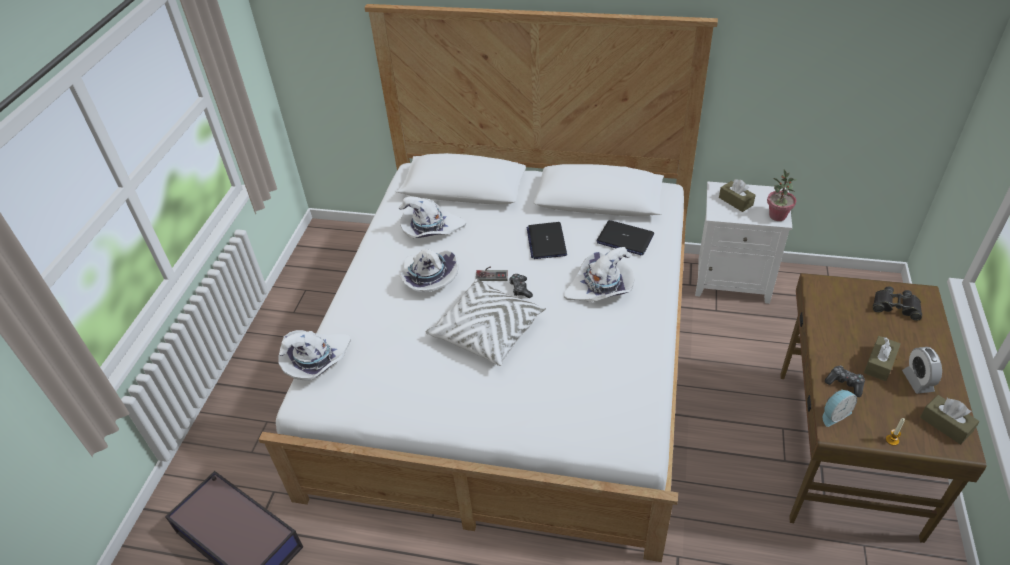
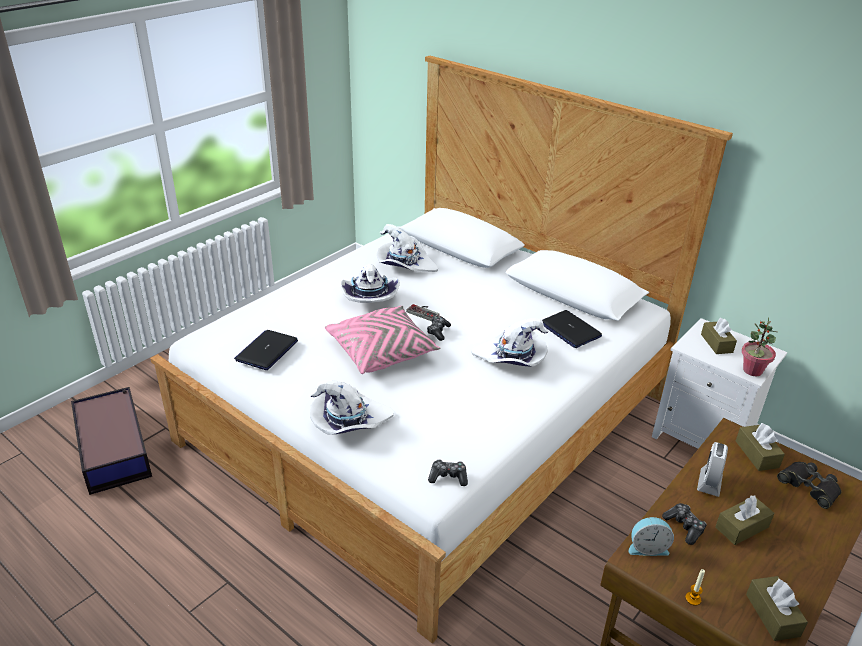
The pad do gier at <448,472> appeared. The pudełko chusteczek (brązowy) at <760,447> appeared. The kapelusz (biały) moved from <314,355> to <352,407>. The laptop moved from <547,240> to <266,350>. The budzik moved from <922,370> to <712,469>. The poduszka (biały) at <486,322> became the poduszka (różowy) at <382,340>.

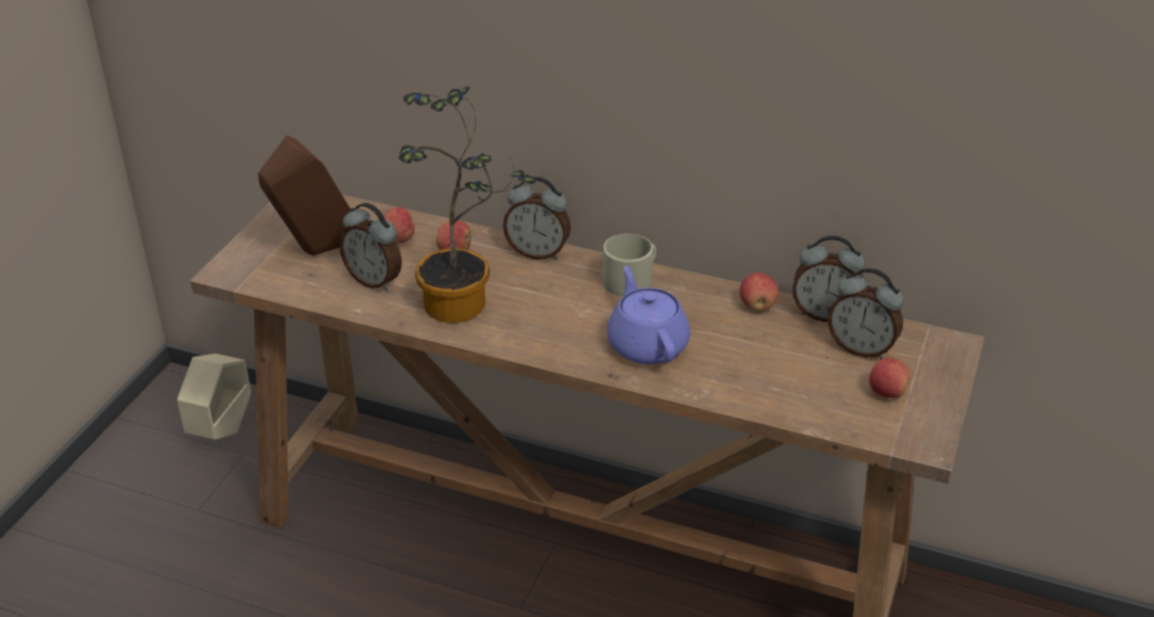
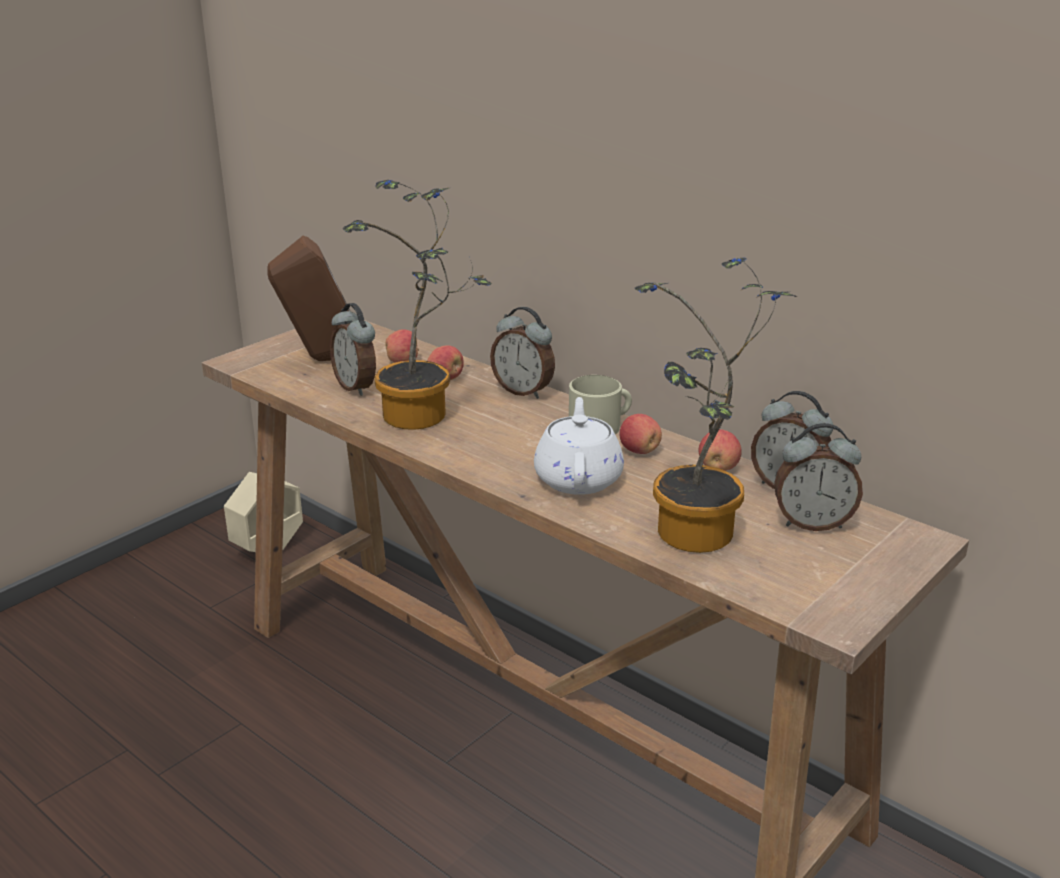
The roślina doniczkowa at <716,405> appeared. The jabłko moved from <890,378> to <640,434>. The imbryk (fioletowy) at <648,315> became the imbryk (biały) at <579,446>. The budzik at <865,313> turned 45 degrees counterclockwise.

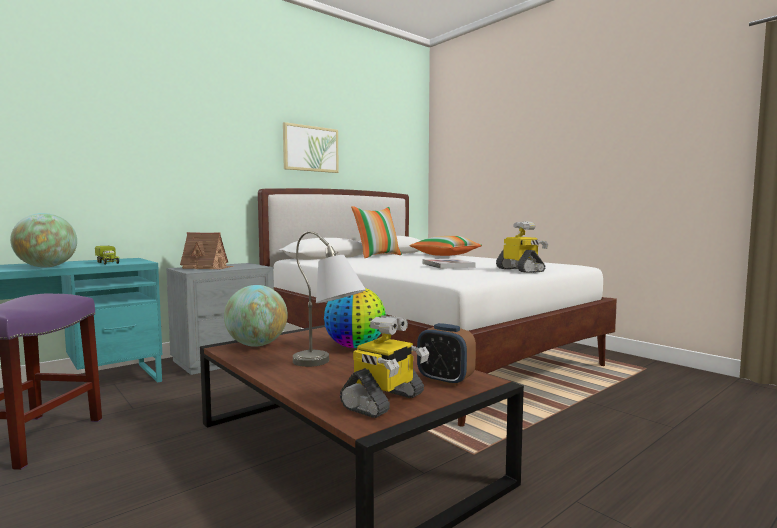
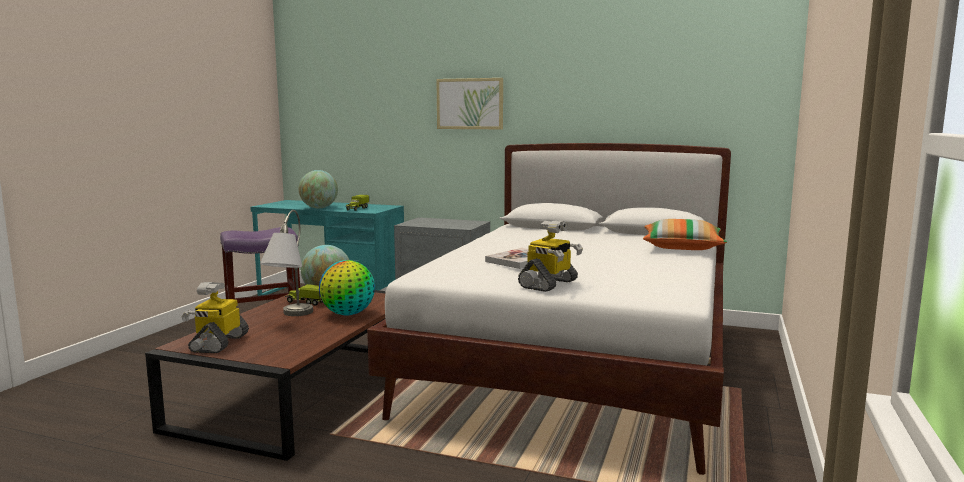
The domek at <206,250> disappeared. The poduszka at <376,232> disappeared. The budzik at <446,354> disappeared. The ciężarówka zabawkowa at <304,295> appeared. The obraz moved from <311,147> to <469,103>. The robot zabawkowy at <384,366> turned 90 degrees clockwise.

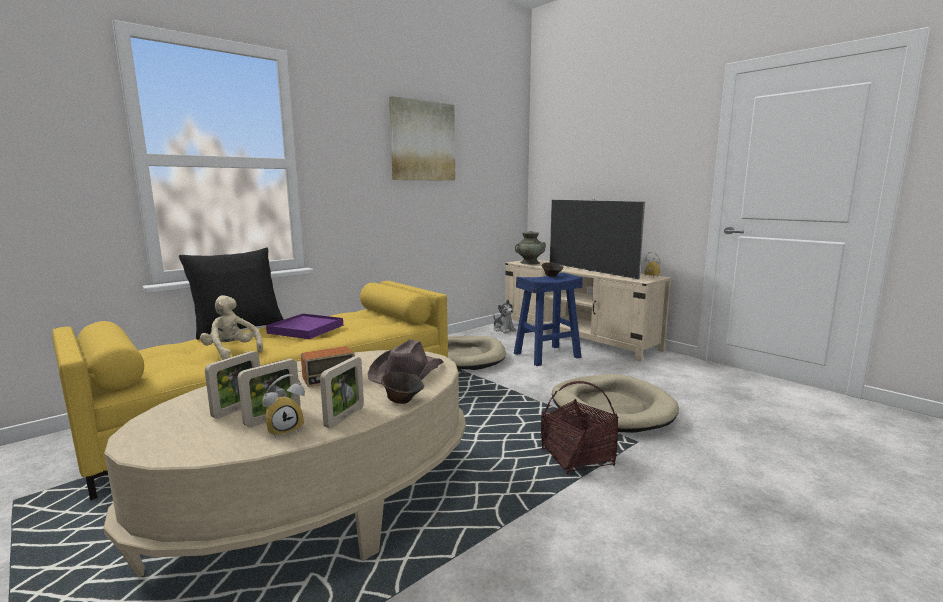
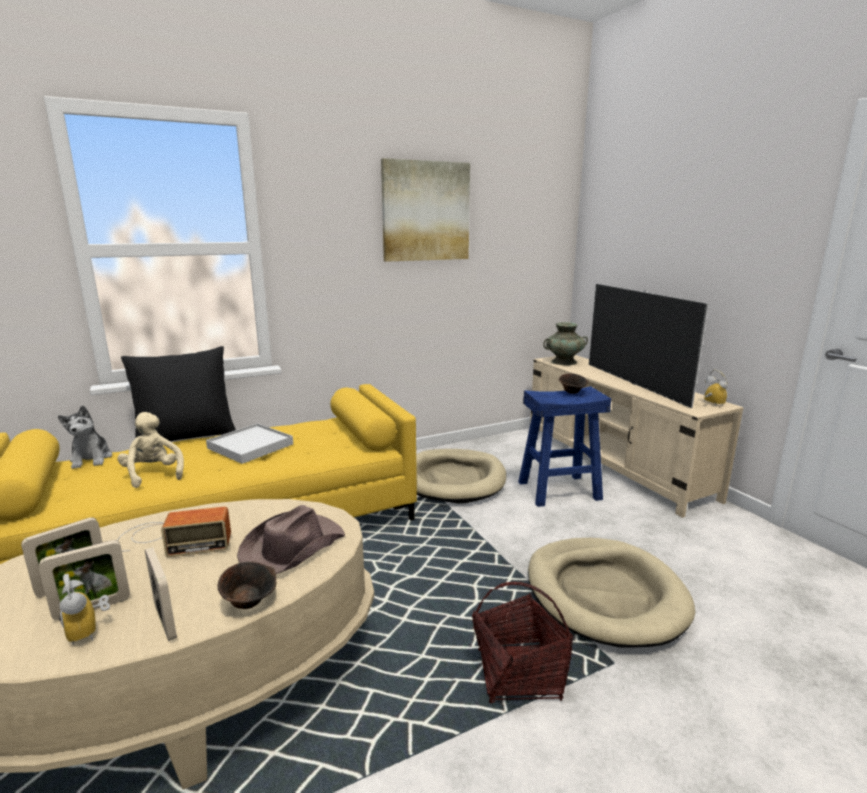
The pluszak moved from <504,316> to <85,437>. The taca (fioletowy) at <304,326> became the taca (biały) at <249,443>. The budzik at <284,406> turned 75 degrees clockwise. The ramka na zdjęcie at <342,392> turned 75 degrees counterclockwise.

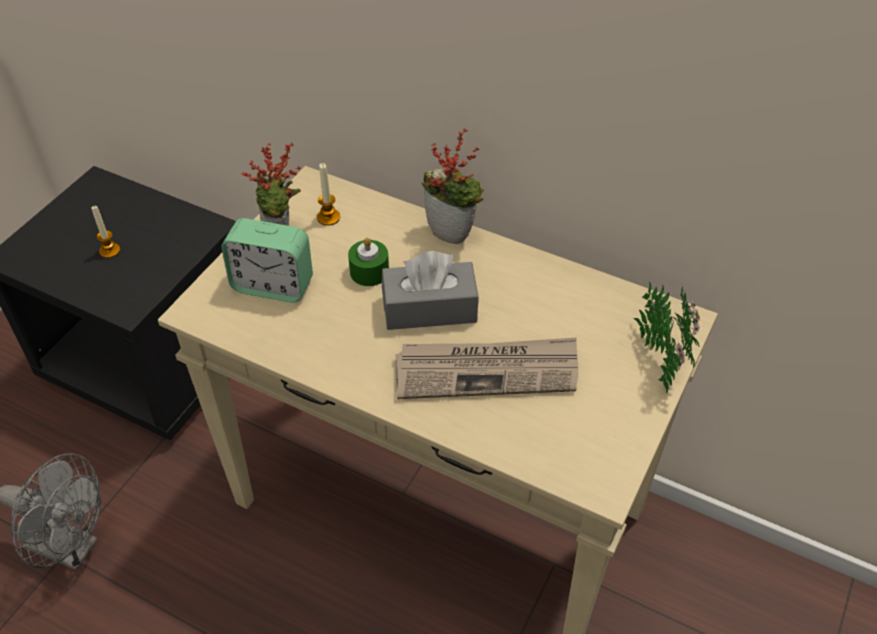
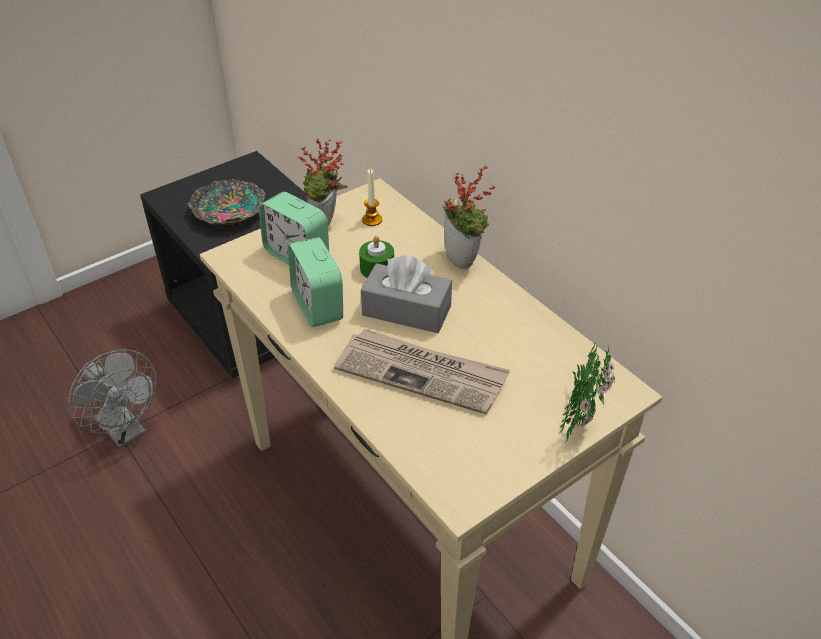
The budzik at <315,282> appeared. The świeca at <105,231> was replaced by the miska at <226,203>.

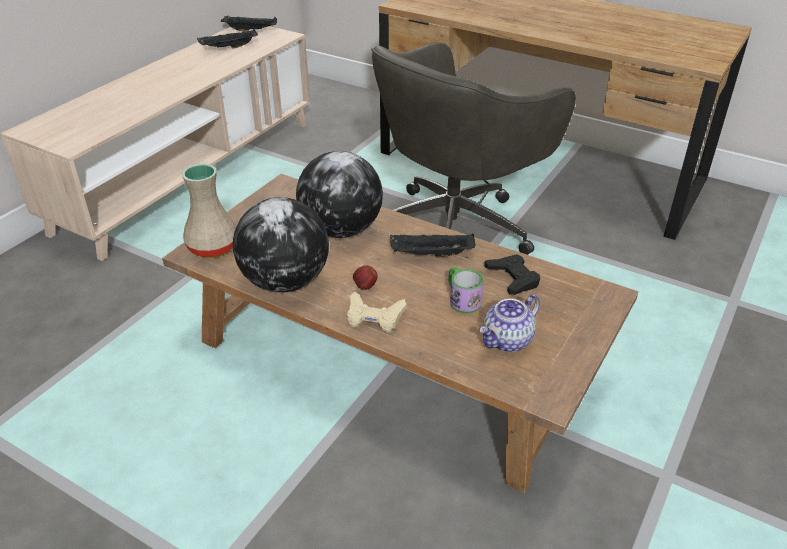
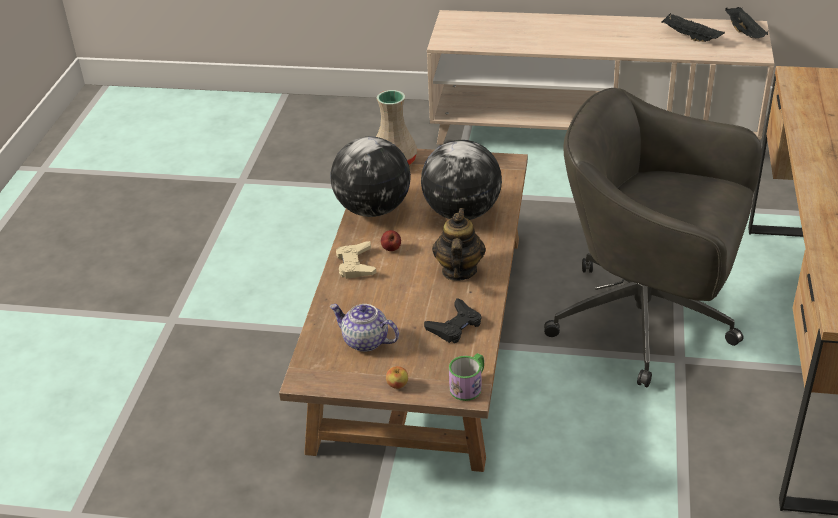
The jabłko at <397,377> appeared. The kubek moved from <466,290> to <466,377>. The taca (czarny) at <433,245> was replaced by the imbryk at <459,244>.

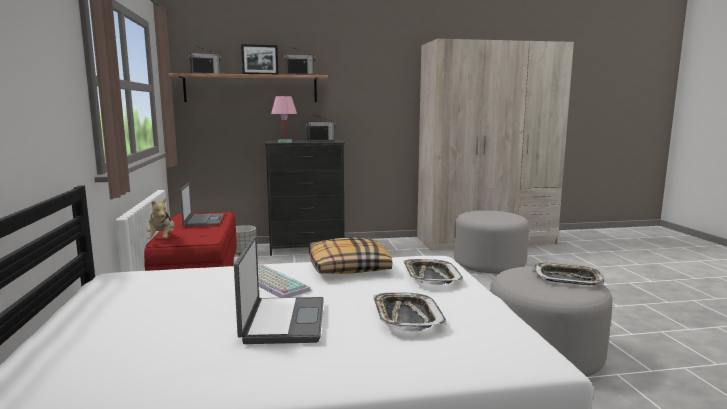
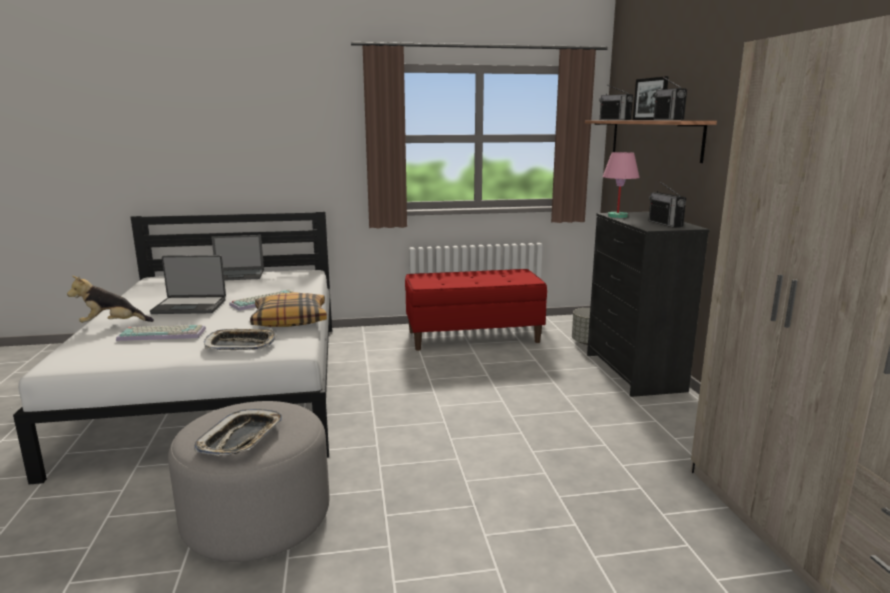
The pufa (szary) at <491,242> disappeared. The pluszak moved from <161,218> to <110,299>. The laptop moved from <202,204> to <237,258>. The taca at <409,312> was replaced by the klawiatura at <161,333>.

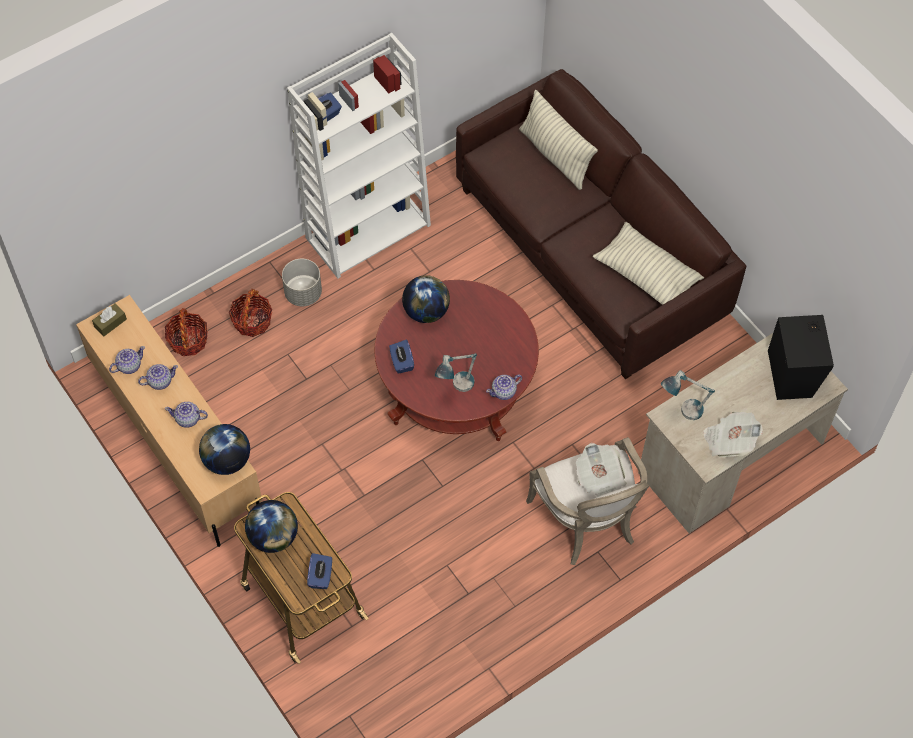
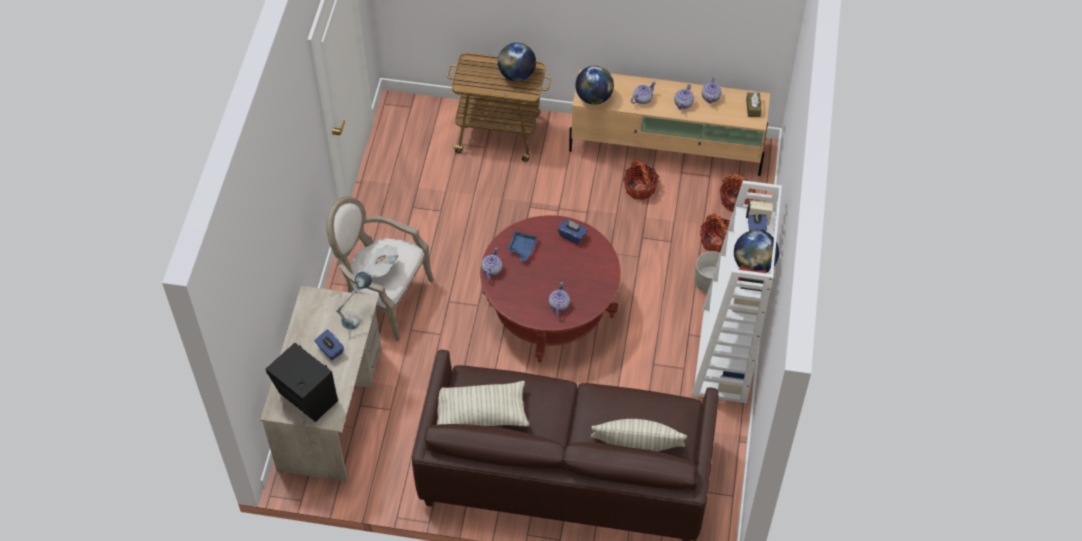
The gazeta at <733,434> disappeared. The imbryk at <559,298> appeared. The koszyk at <641,180> appeared. The pudełko chusteczek (niebieski) moved from <319,571> to <329,344>. The globus moved from <426,299> to <756,251>. The lampa stołowa at <456,372> was replaced by the taca (niebieski) at <522,246>.

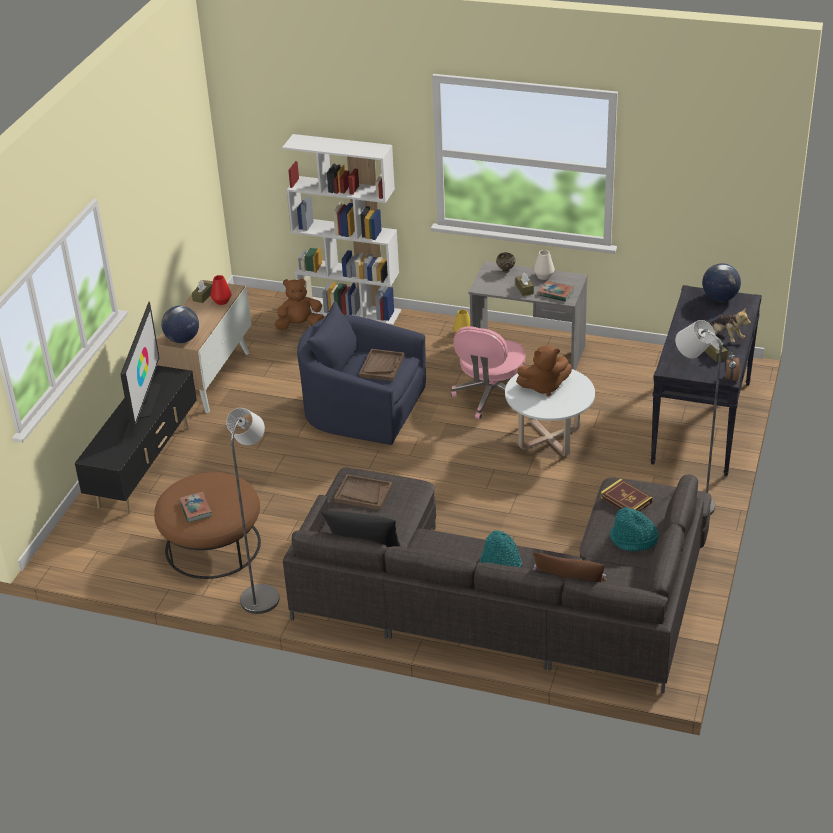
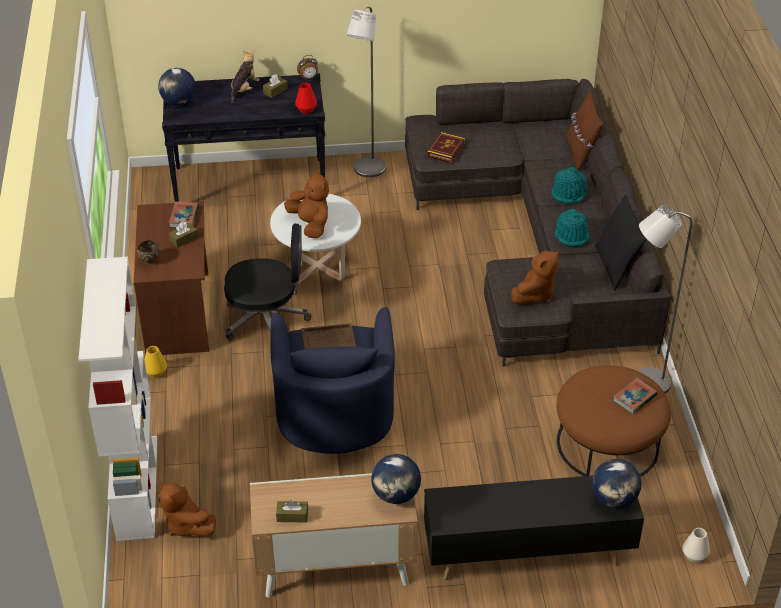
The telewizor at <140,367> disappeared. The globus at <616,483> appeared. The wazon (czerwony) moved from <221,290> to <306,98>. The wazon (biały) moved from <544,265> to <696,545>. The kapelusz (turkusowy) moved from <634,529> to <572,227>. The taca (brązowy) at <363,492> was replaced by the pluszak (brązowy) at <535,277>. The krzesło biurowe (różowy) at <488,372> became the krzesło biurowe (czarny) at <267,282>. The biurko (szary) at <528,315> became the biurko (brązowy) at <171,278>.

